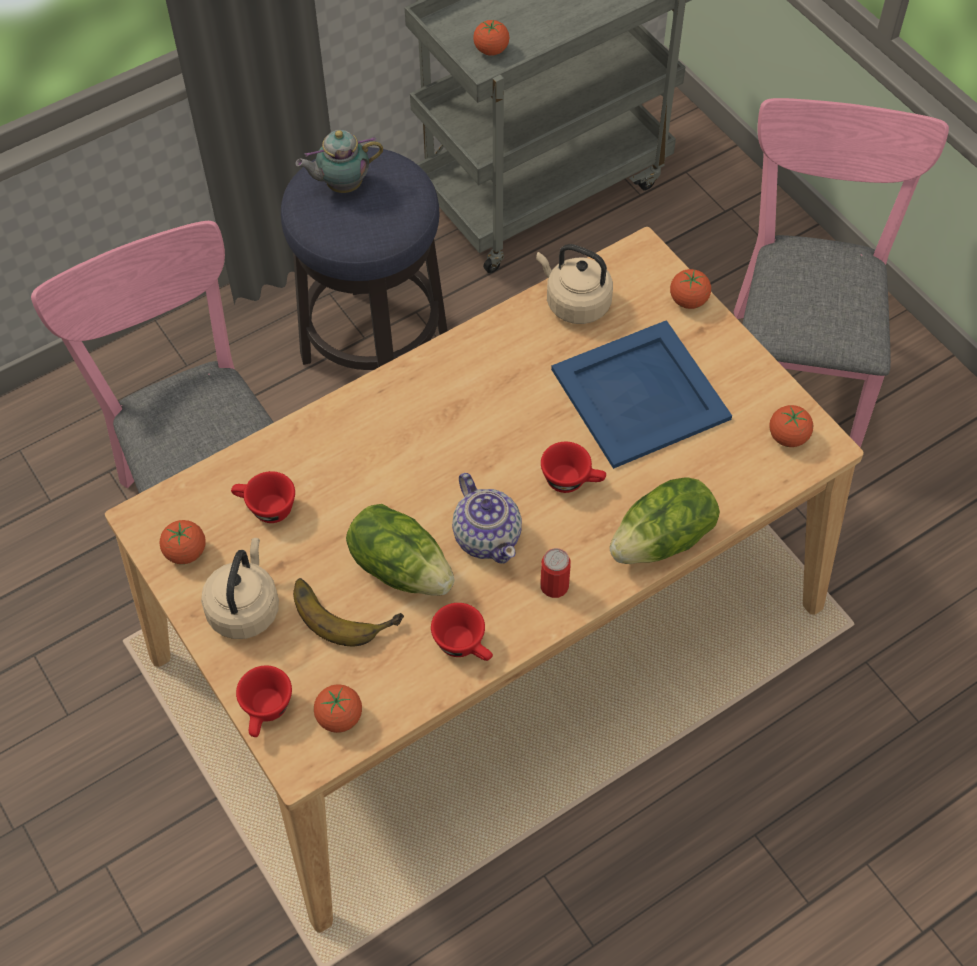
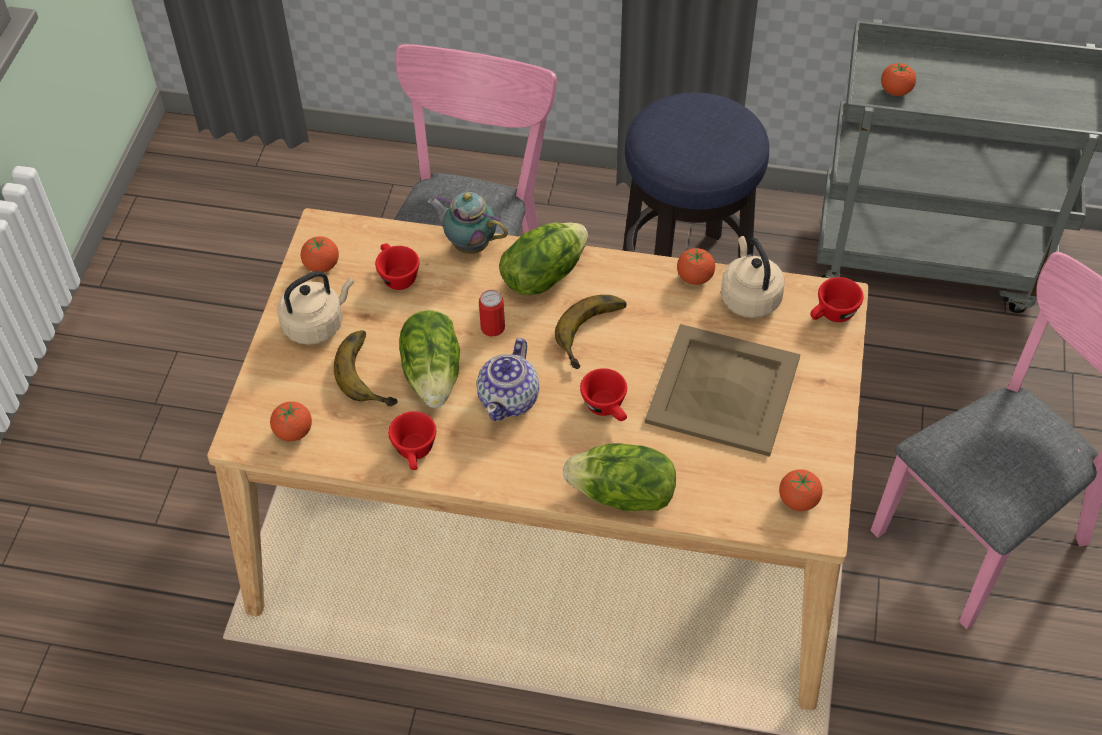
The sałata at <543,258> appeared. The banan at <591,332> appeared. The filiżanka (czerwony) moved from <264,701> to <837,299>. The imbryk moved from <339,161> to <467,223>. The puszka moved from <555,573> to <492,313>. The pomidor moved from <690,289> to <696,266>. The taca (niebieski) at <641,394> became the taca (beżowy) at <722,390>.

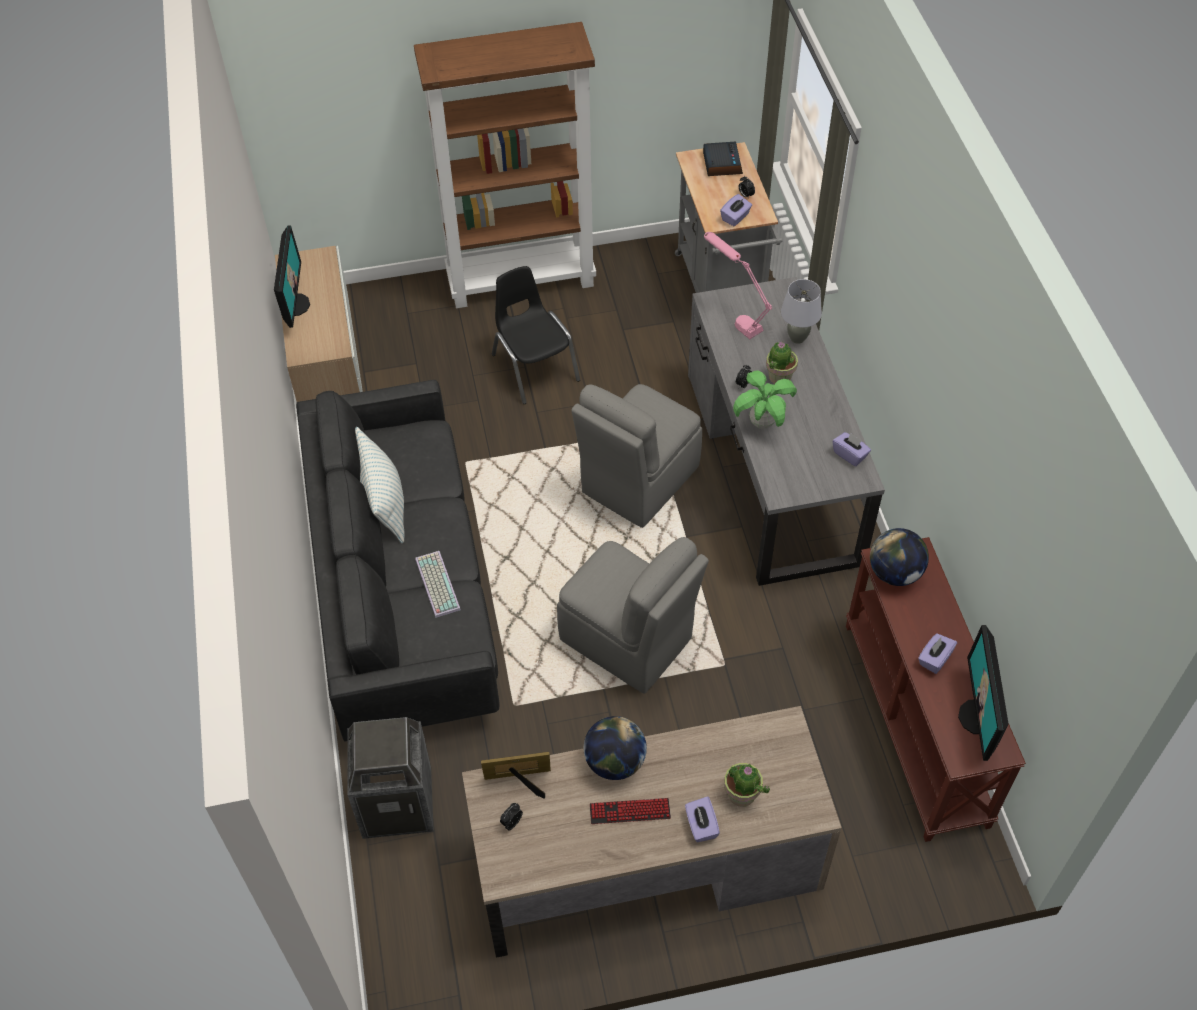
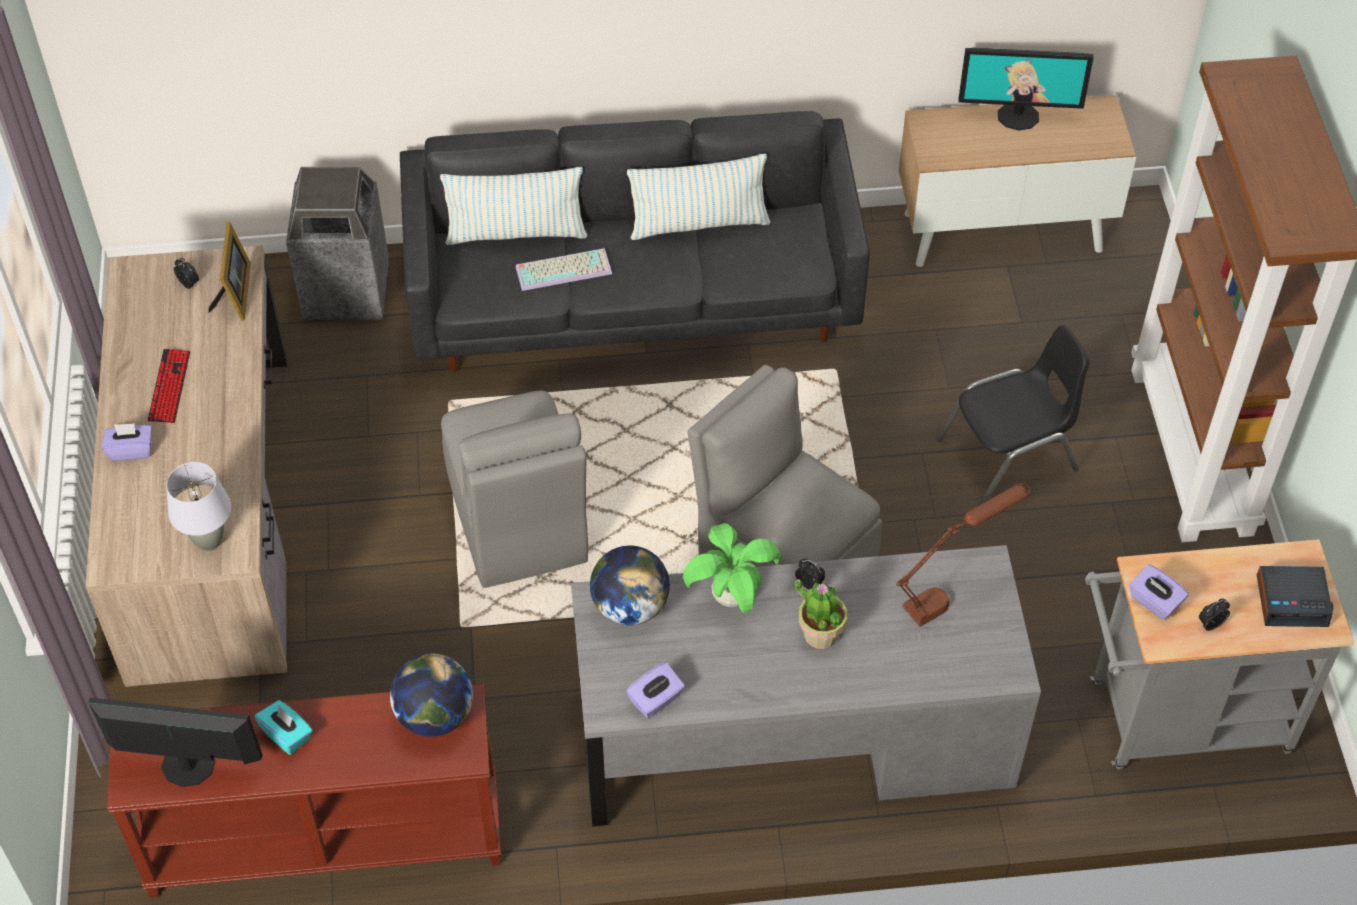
The roślina doniczkowa at <747,785> disappeared. The poduszka at <514,206> appeared. The globus moved from <615,748> to <630,585>. The lampa stołowa (szary) moved from <801,311> to <198,506>. The lampa stołowa (różowy) at <738,285> became the lampa stołowa (brązowy) at <963,555>. The pudełko chusteczek (fioletowy) at <937,653> became the pudełko chusteczek (turkusowy) at <283,727>. The krzesło (szary) at <633,615> turned 60 degrees counterclockwise.

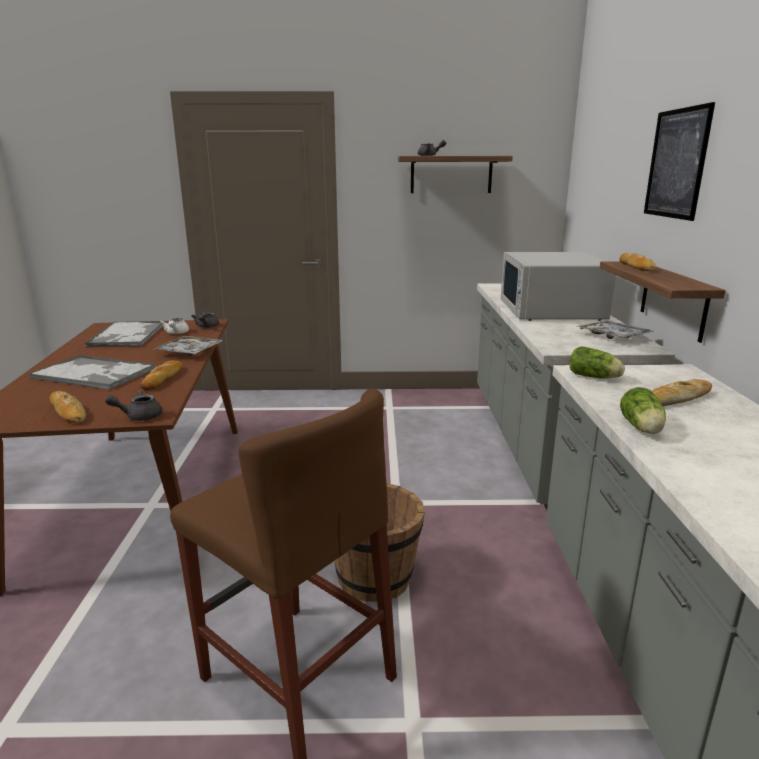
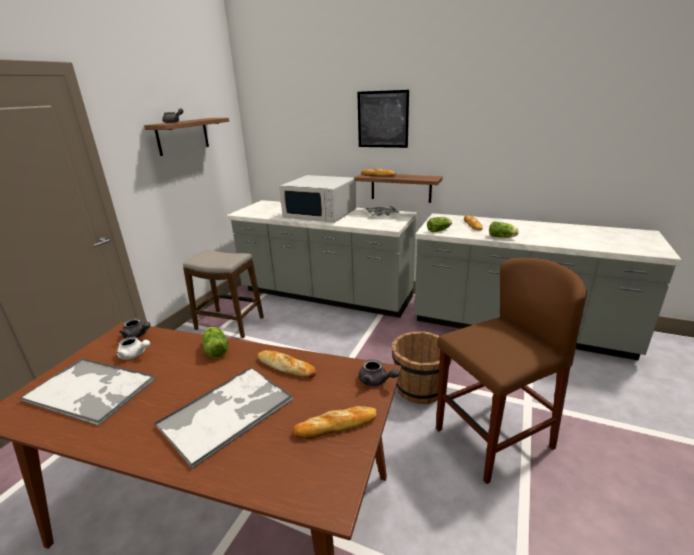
The stołek at <223,294> appeared. The taca at <188,345> was replaced by the sałata at <215,342>. The imbryk (szary) at <133,405> turned 60 degrees counterclockwise.

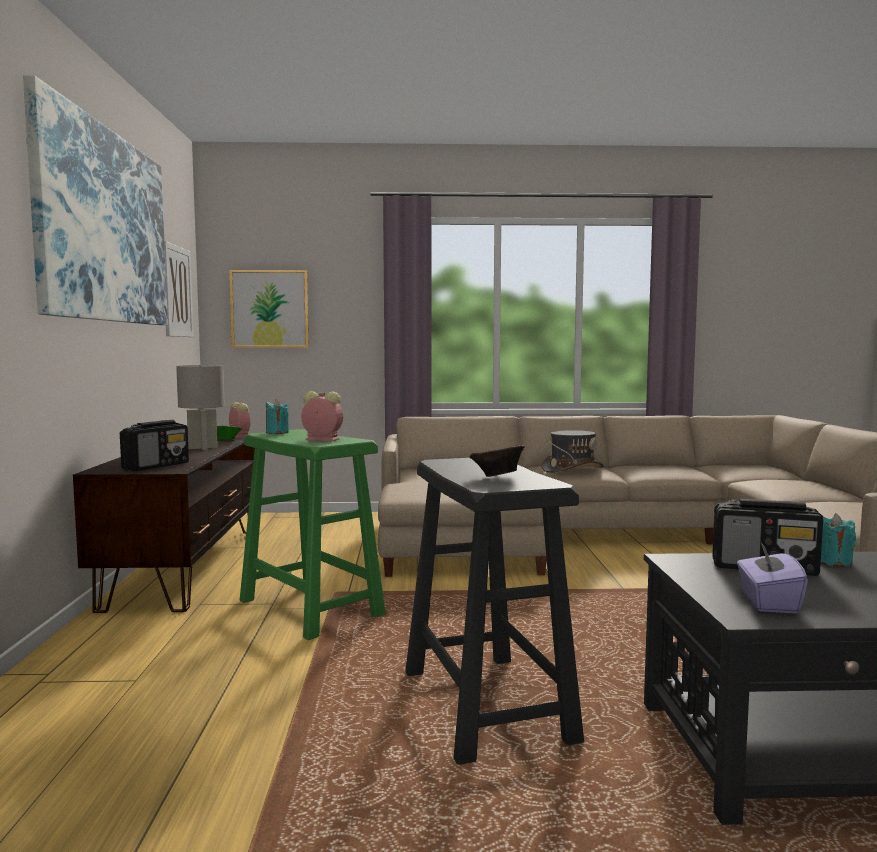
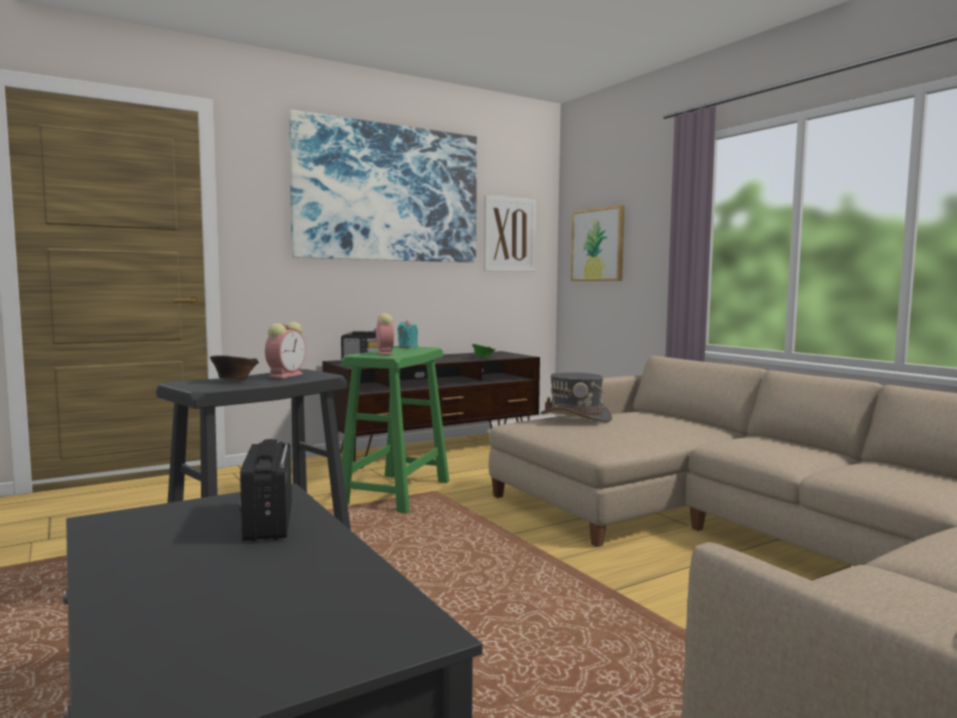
The lampa stołowa (szary) at <200,407> disappeared. The pudełko chusteczek (fioletowy) at <772,577> disappeared. The świeca (turkusowy) at <838,540> disappeared. The budzik moved from <239,420> to <285,350>. The kapelusz (szary) moved from <573,451> to <576,397>.

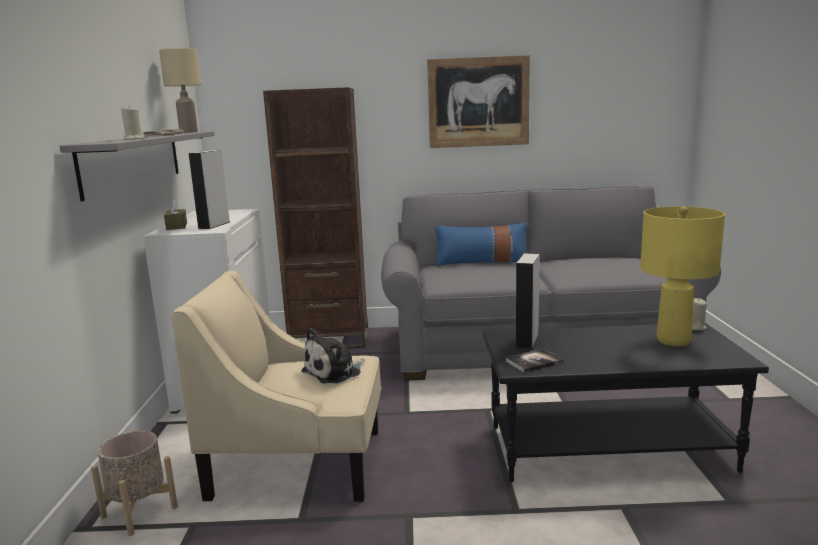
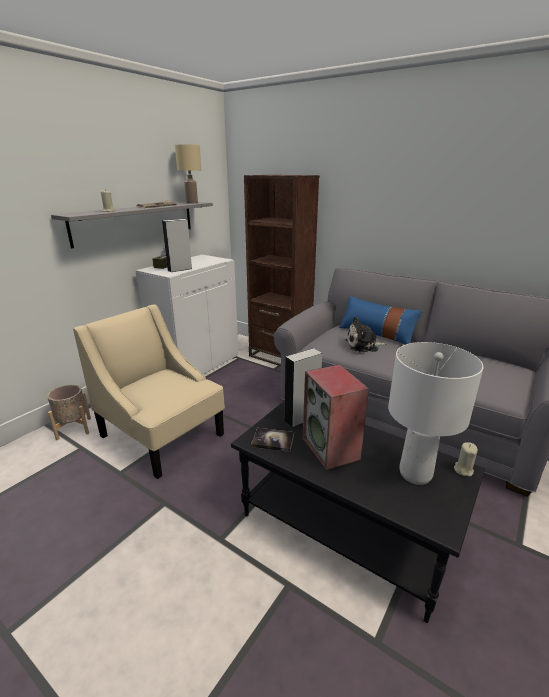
The obraz at <478,101> disappeared. The głośnik at <336,417> appeared. The pluszak moved from <333,356> to <365,334>. The lampa stołowa (żółty) at <682,276> became the lampa stołowa (biały) at <435,413>.

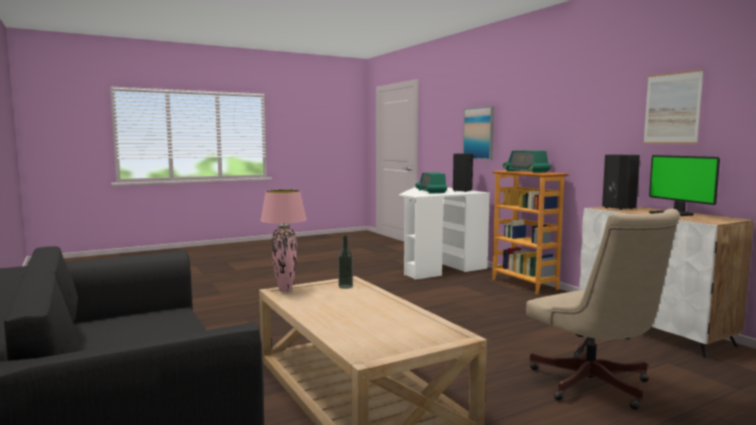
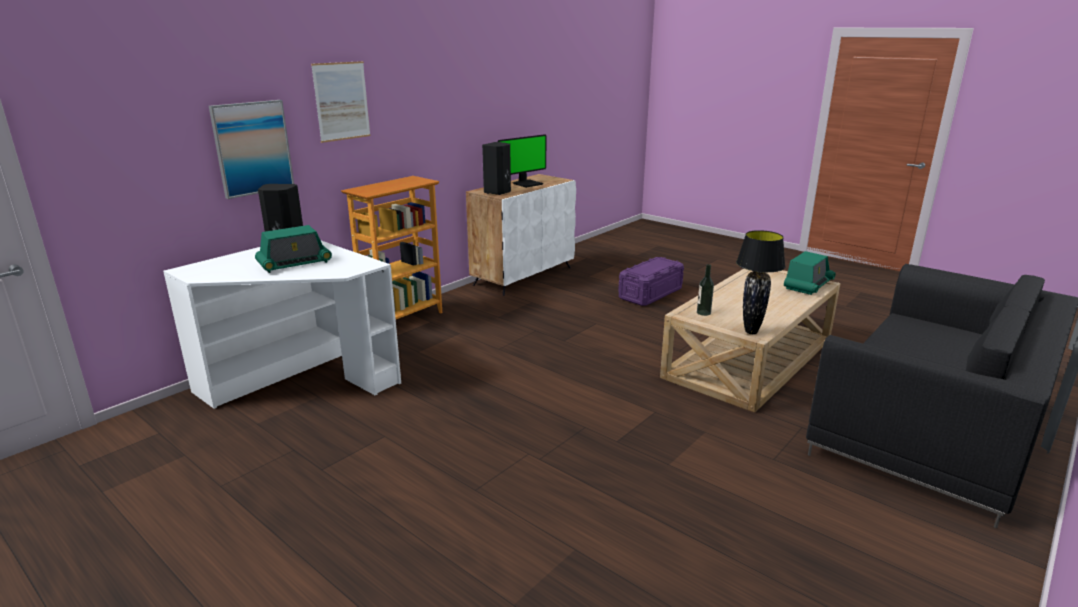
The radio moved from <527,161> to <810,273>. The obraz moved from <673,106> to <341,102>. The krzesło biurowe (beżowy) at <603,309> was replaced by the pojemnik do przechowywania (fioletowy) at <651,281>. The lampa stołowa (różowy) at <283,241> became the lampa stołowa (czarny) at <760,282>.

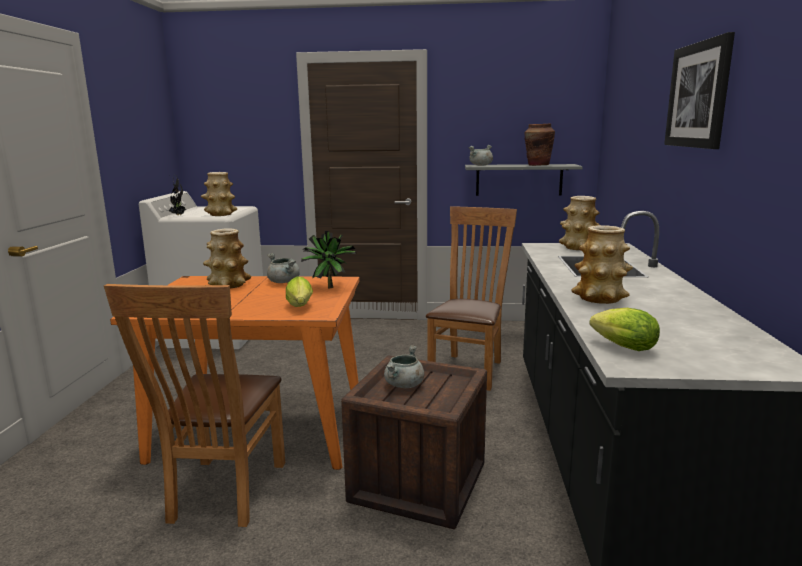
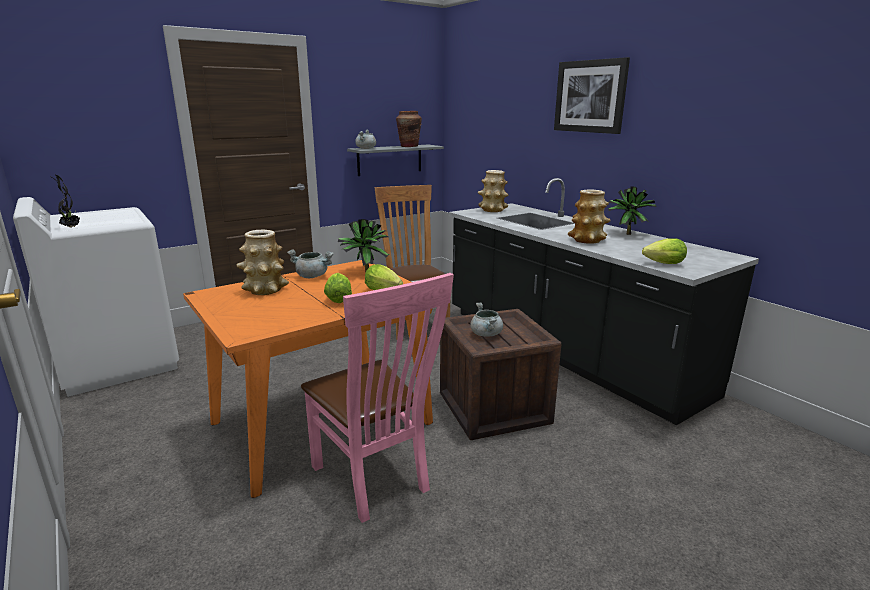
The wazon at <219,194> disappeared. The sałata at <338,288> appeared. The roślina doniczkowa at <632,210> appeared. The krzesło (brązowy) at <194,405> became the krzesło (różowy) at <377,398>.

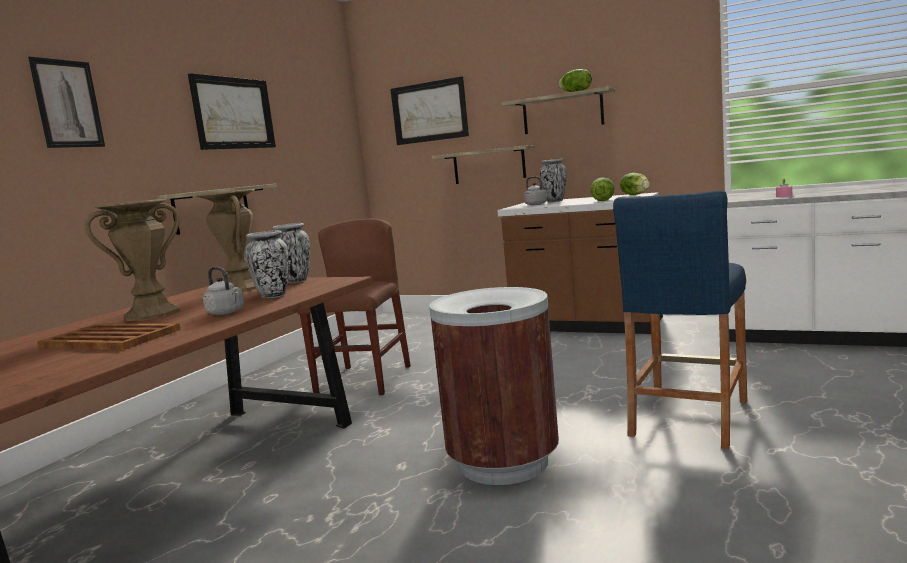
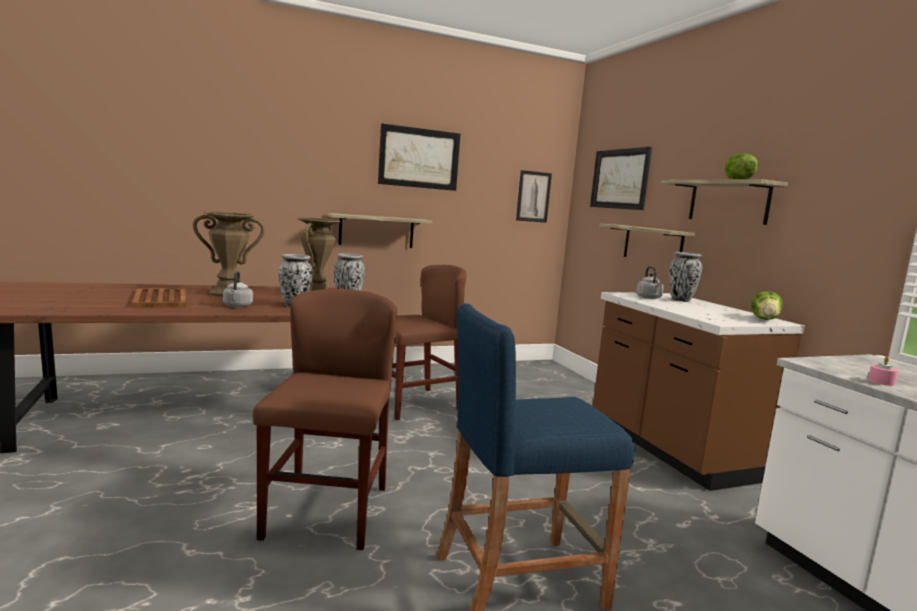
The sałata at <602,189> disappeared. The obraz moved from <66,102> to <534,196>. The kosz na śmieci (brązowy) at <494,386> was replaced by the krzesło (brązowy) at <325,419>.

